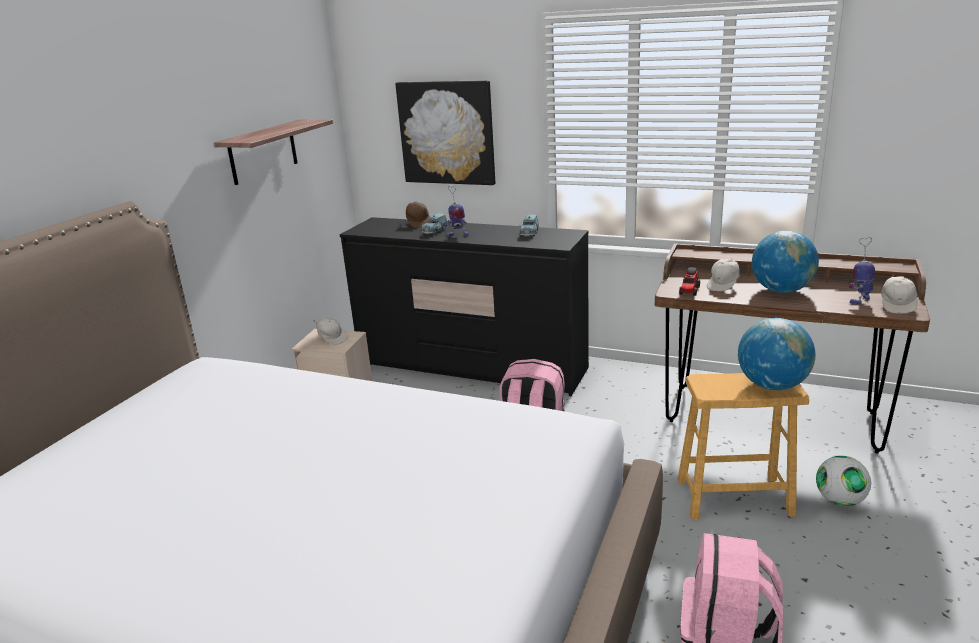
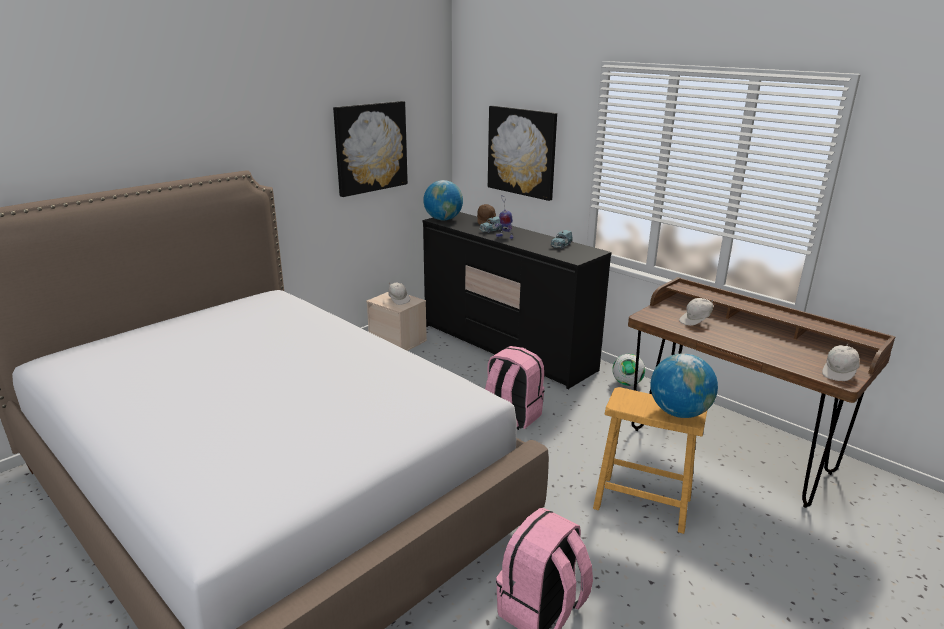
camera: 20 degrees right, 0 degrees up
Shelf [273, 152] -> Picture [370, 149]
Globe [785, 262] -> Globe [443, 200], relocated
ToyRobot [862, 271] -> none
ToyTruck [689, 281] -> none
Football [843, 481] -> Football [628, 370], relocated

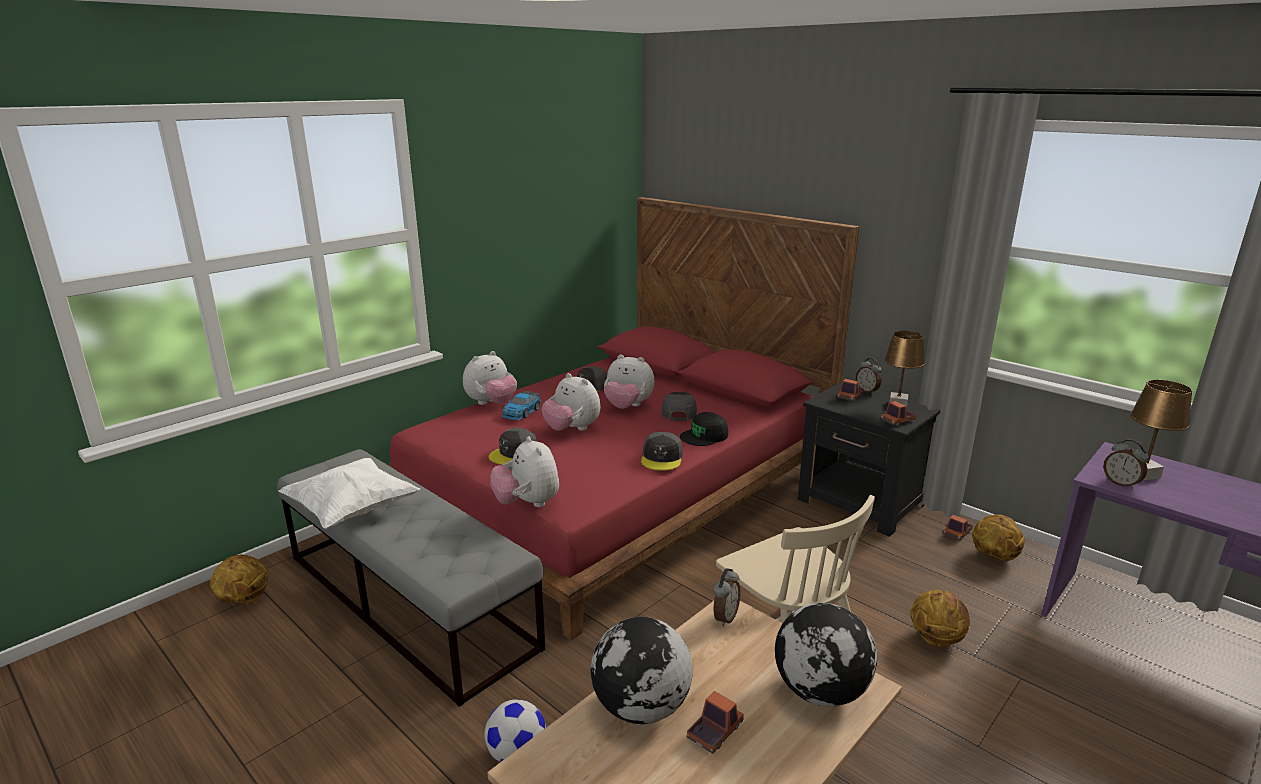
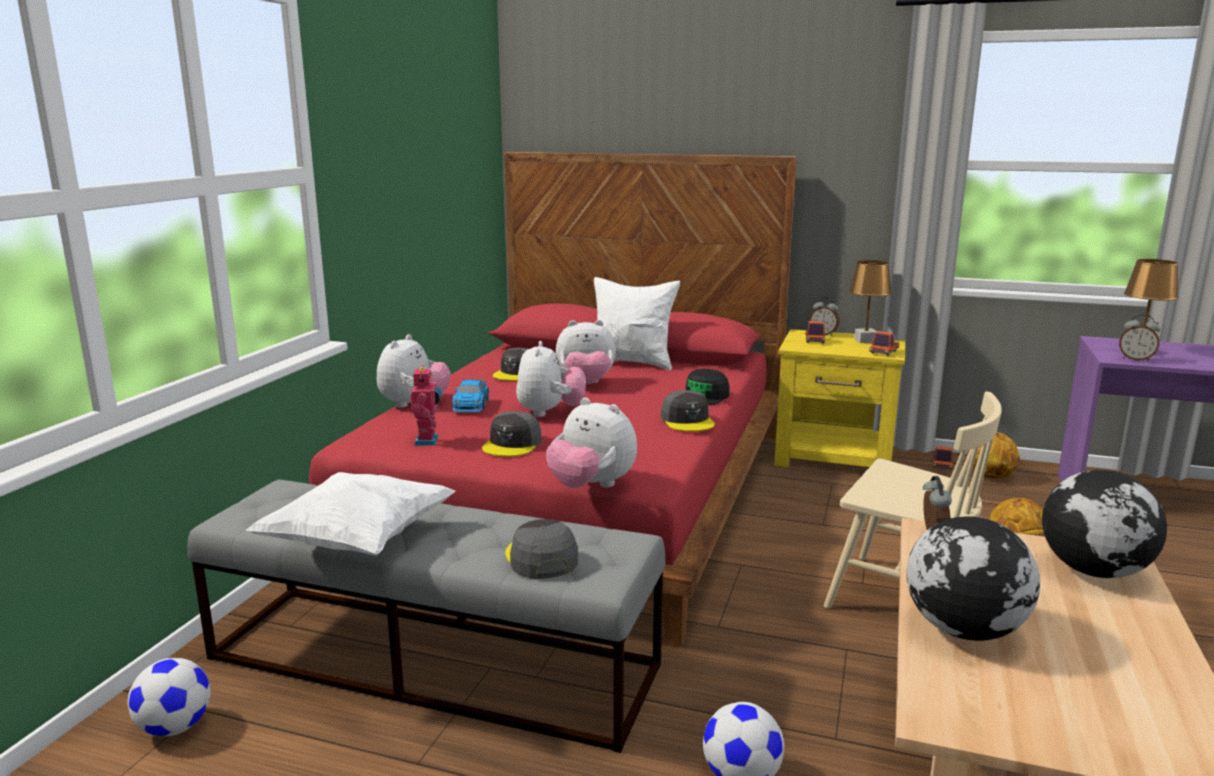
camera: 25 degrees left, 5 degrees down
PlushToy [571, 402] -> PlushToy [551, 379], 105 degrees counterclockwise
BlackNightstand [869, 459] -> YellowNightstand [840, 398]
GreyCap [679, 406] -> GreyCap [541, 549], relocated
Basketball [239, 579] -> Football [169, 697]
ToyTruck [715, 722] -> none
none -> WhitePillow [637, 323]
none -> ToyRobot [426, 406]

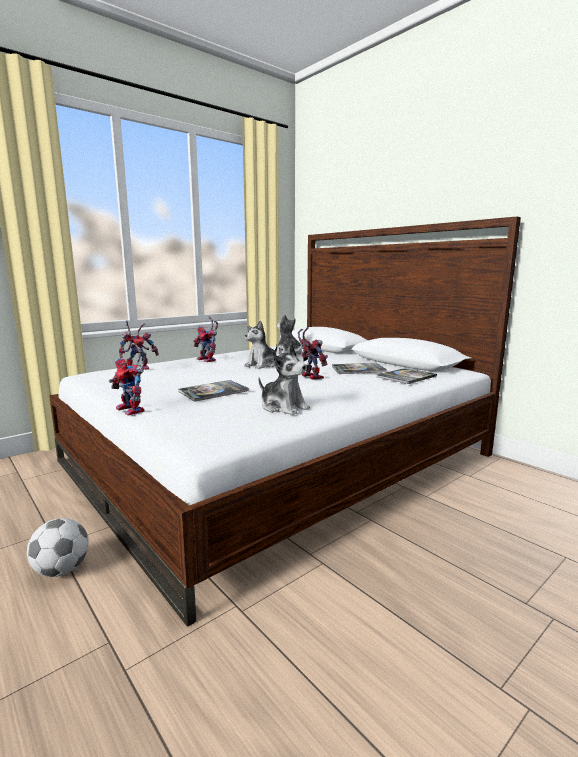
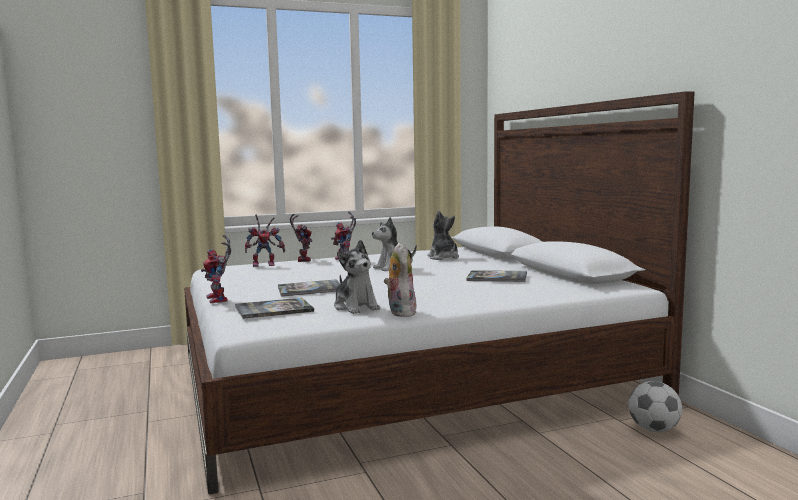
camera: 20 degrees right, 5 degrees down
ToyRobot [313, 353] -> ToyRobot [301, 238], relocated
Book [407, 376] -> Book [274, 308], relocated
Football [58, 547] -> Football [655, 406], relocated
none -> PlushToy [400, 280]

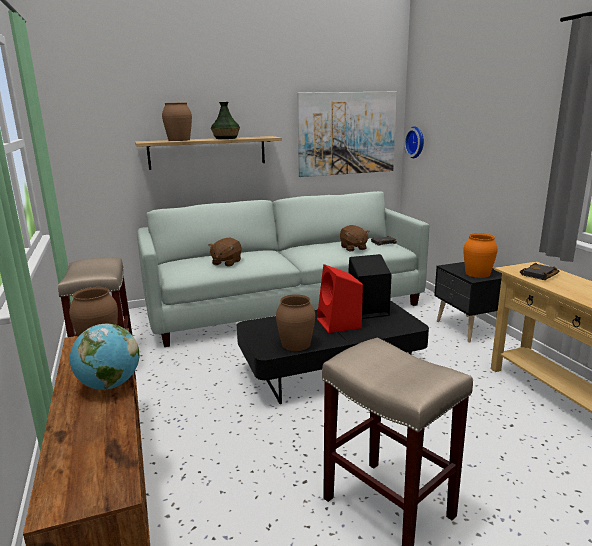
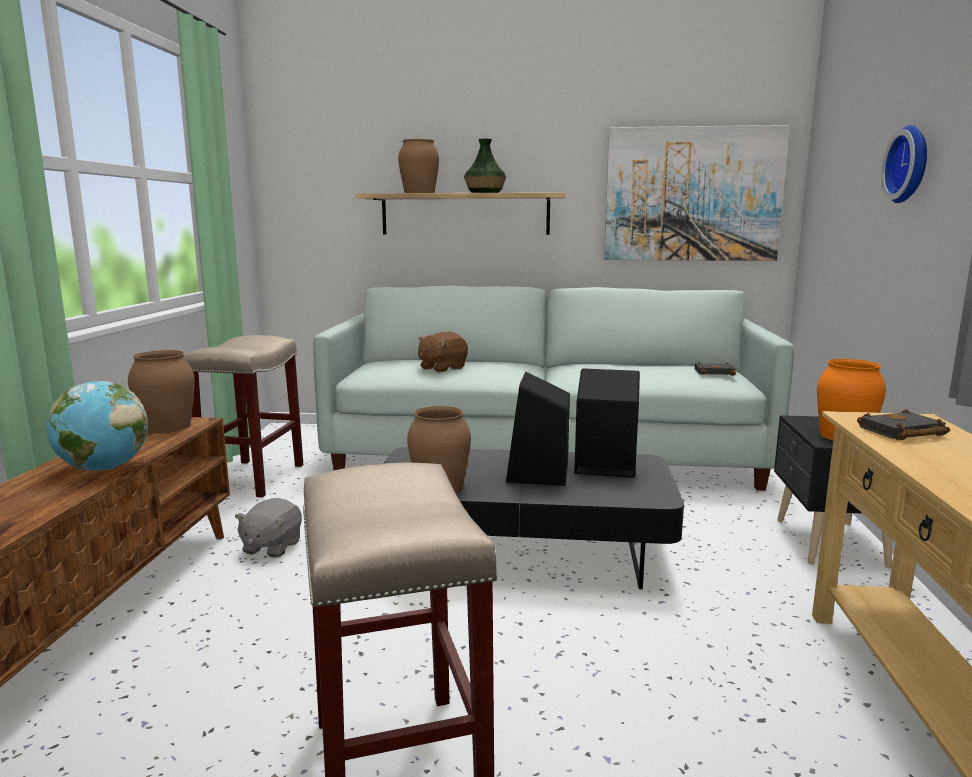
camera: 25 degrees right, 5 degrees down
WallClock [414, 142] -> WallClock [904, 164], relocated
BrownPlushToy [355, 238] -> none
RedSpeaker [340, 298] -> BlackSpeaker [538, 429]
none -> GreyPlushToy [268, 528]

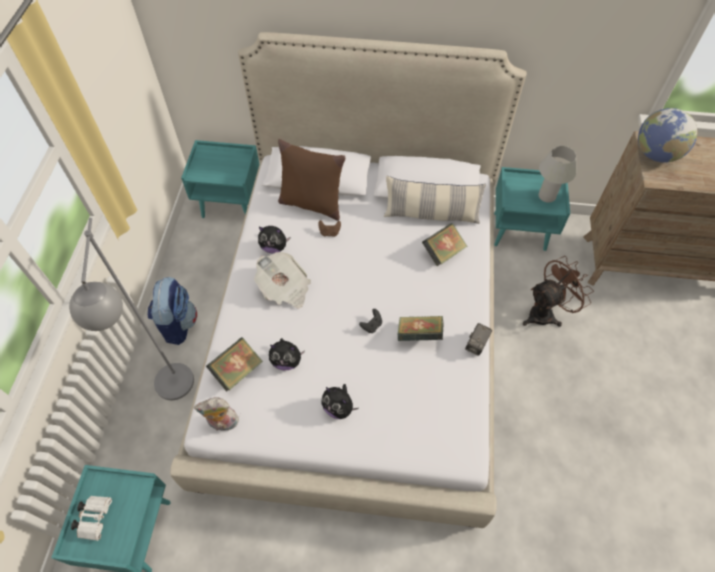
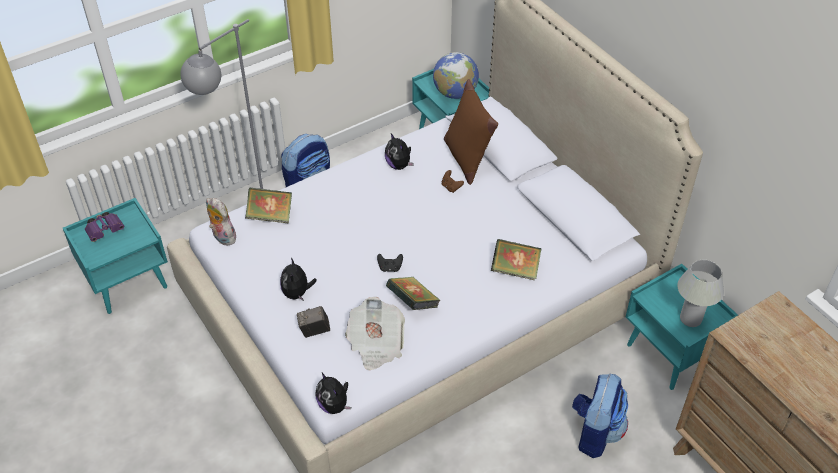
camera: 50 degrees right, 10 degrees down
Globe [668, 135] -> Globe [456, 75], relocated
Pillow [435, 200] -> none
Newspaper [282, 280] -> Newspaper [375, 334], relocated
BrownFan [558, 291] -> Backpack [600, 415]
PhotoCamera [478, 339] -> PhotoCamera [313, 322], relocated
PlushToy [287, 354] -> PlushToy [333, 393], relocated
WhiteBinoculars [91, 518] -> PurpleBinoculars [105, 227]

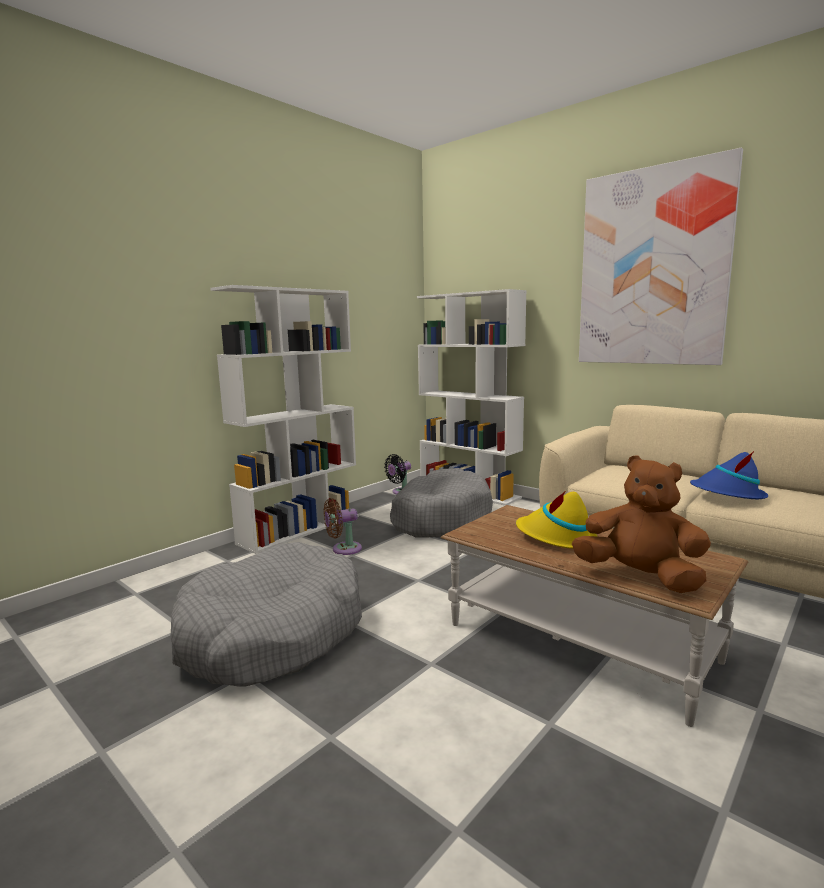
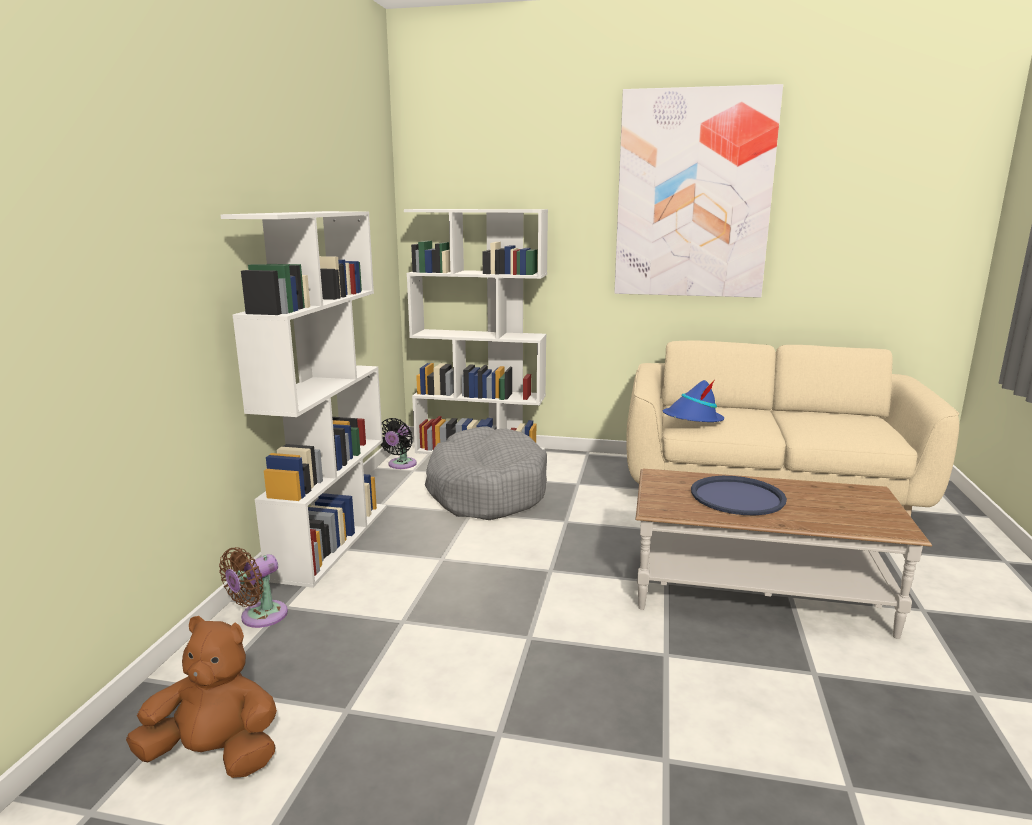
camera: 30 degrees left, 5 degrees up
BlueHat [729, 475] -> BlueHat [693, 400], relocated
BrownPlushToy [641, 524] -> BrownPlushToy [201, 697], relocated
YellowHat [557, 520] -> BlueTray [739, 495]
BrownFan [343, 526] -> BrownFan [253, 587], relocated
GreyDogBed [266, 614] -> none

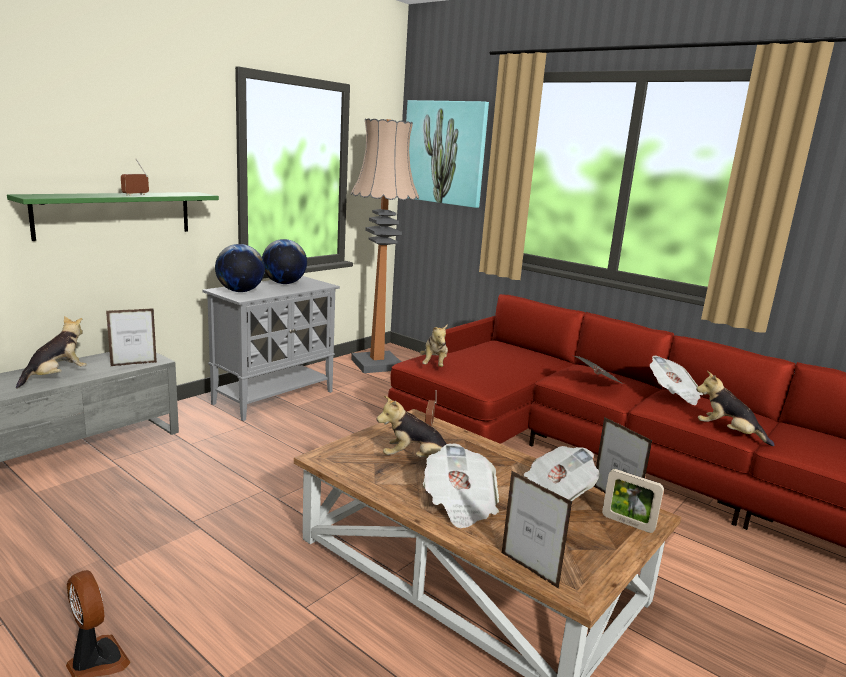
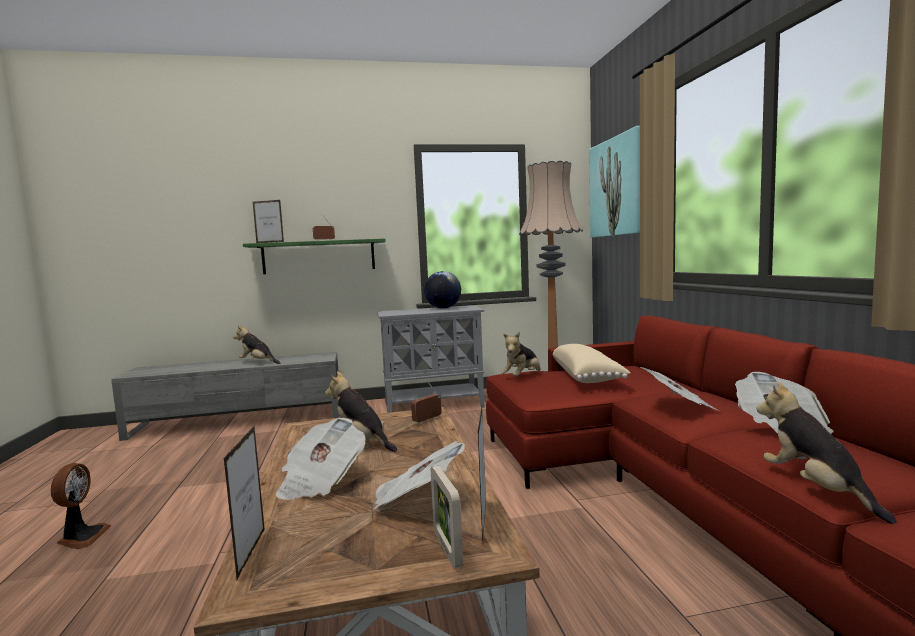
camera: 40 degrees right, 10 degrees down
Globe [240, 268] -> none
PictureFrame [131, 337] -> PictureFrame [268, 221], relocated
PlushToy [51, 352] -> PlushToy [256, 344], 135 degrees counterclockwise
none -> BeigePillow [592, 363]

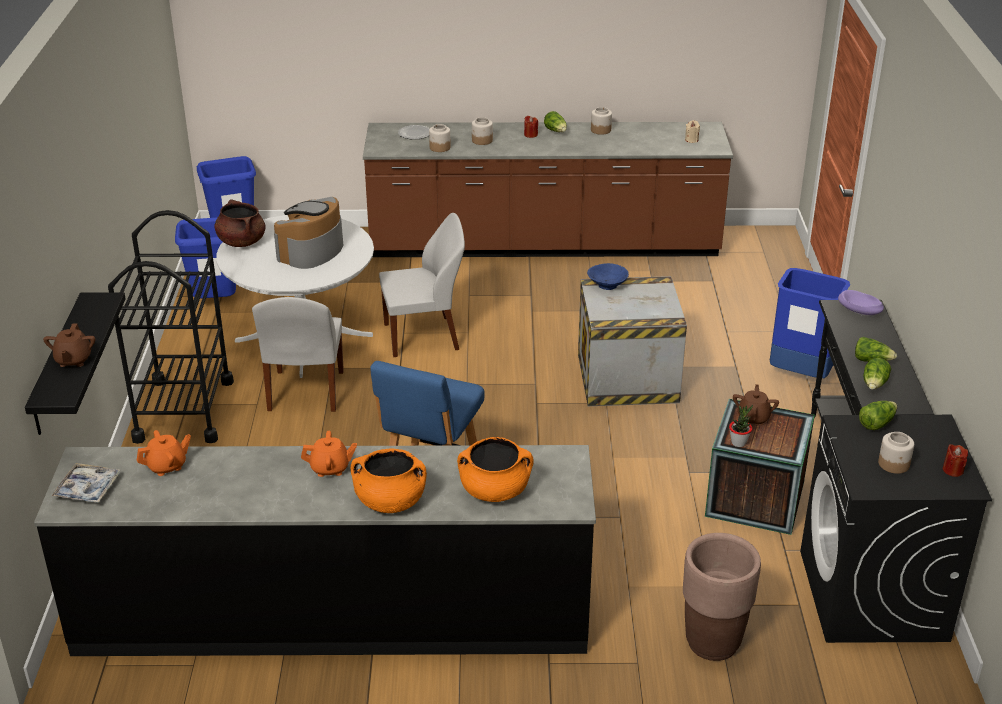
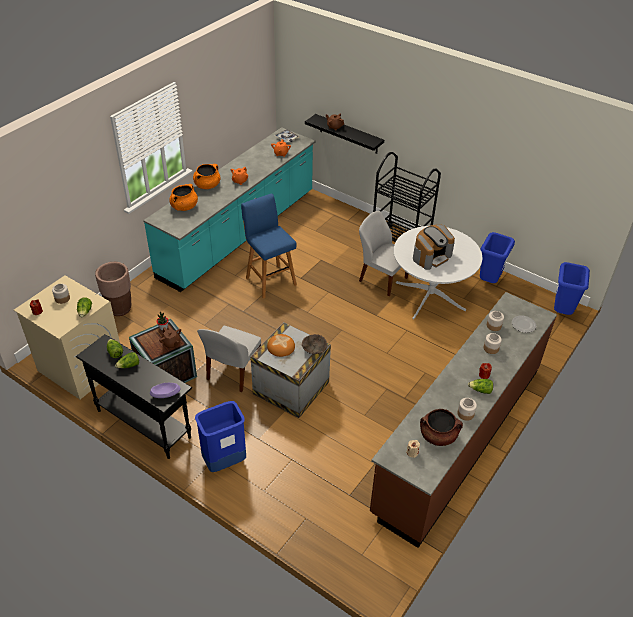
camera: 125 degrees right, 10 degrees up
CoffeeMachine [308, 233] -> CoffeeMachine [434, 247], 75 degrees clockwise
BrownCookingPot [240, 223] -> BrownCookingPot [441, 427], relocated
WhiteChair [422, 285] -> WhiteChair [229, 359], relocated
BlueBowl [608, 276] -> BrownBowl [314, 344]
BlackWashingMachine [896, 529] -> BeigeWashingMachine [67, 337]
BlackCounter [315, 550] -> TurquoiseCounter [229, 209]
none -> Bread [281, 345]

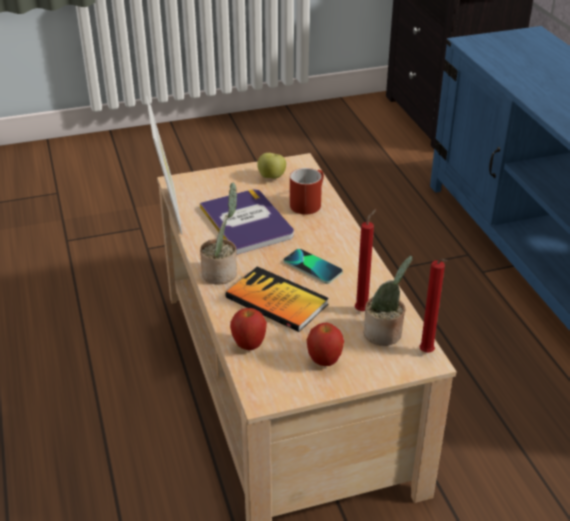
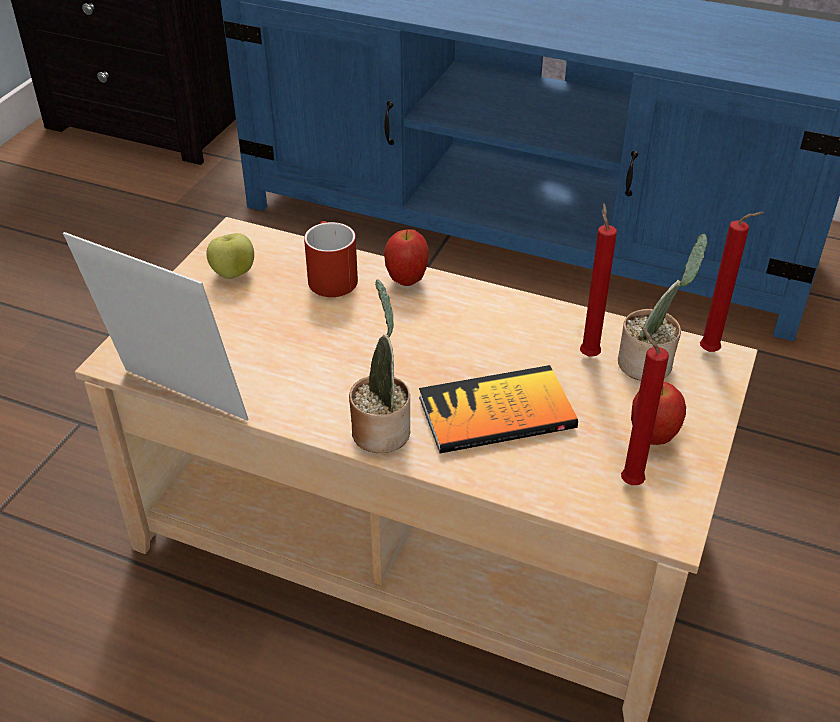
camera: 50 degrees left, 5 degrees up
Book [247, 222] -> none
Phone [313, 266] -> none
Apple [248, 329] -> Apple [406, 257], relocated
none -> RedCandle [645, 406]

